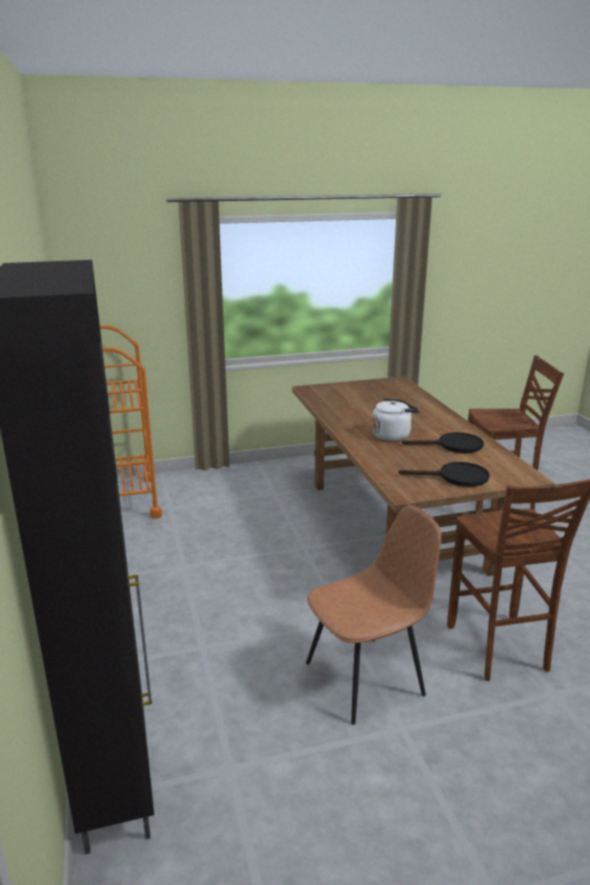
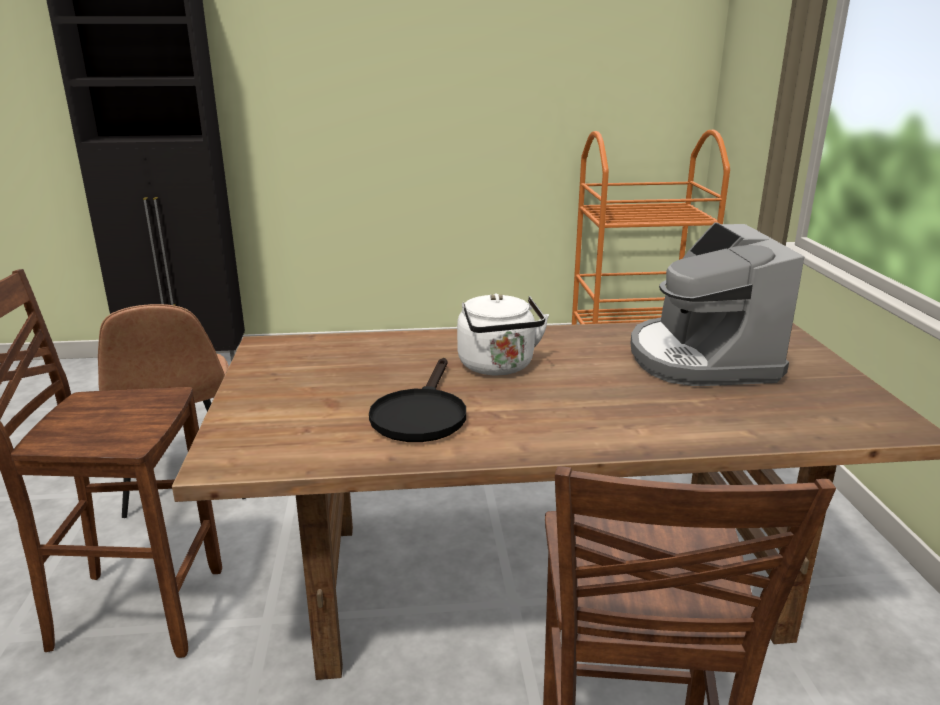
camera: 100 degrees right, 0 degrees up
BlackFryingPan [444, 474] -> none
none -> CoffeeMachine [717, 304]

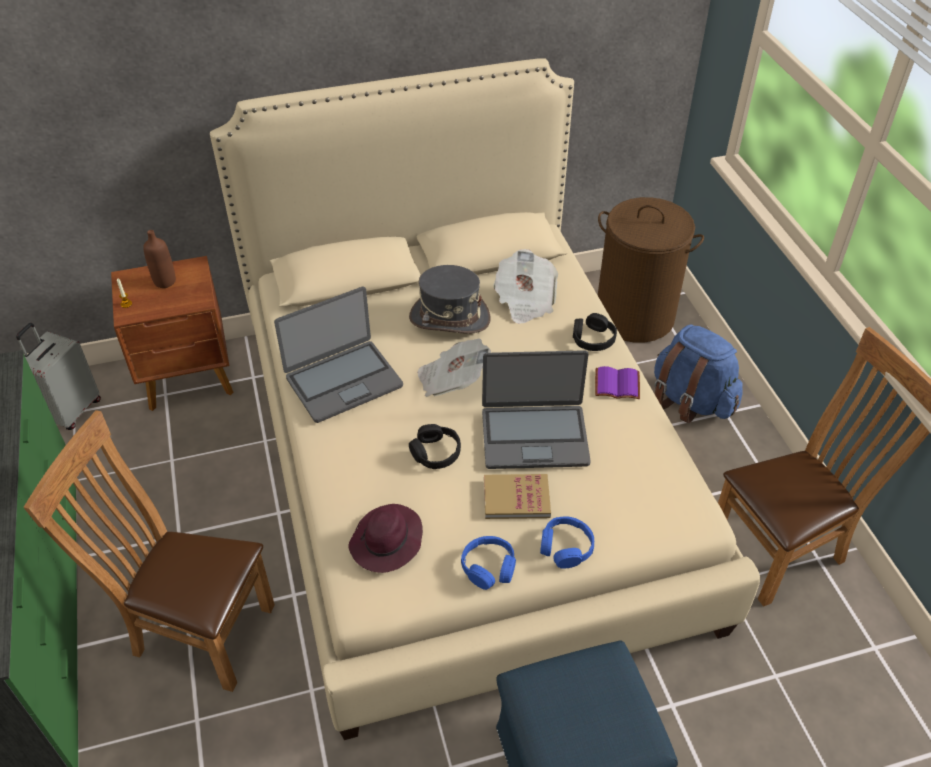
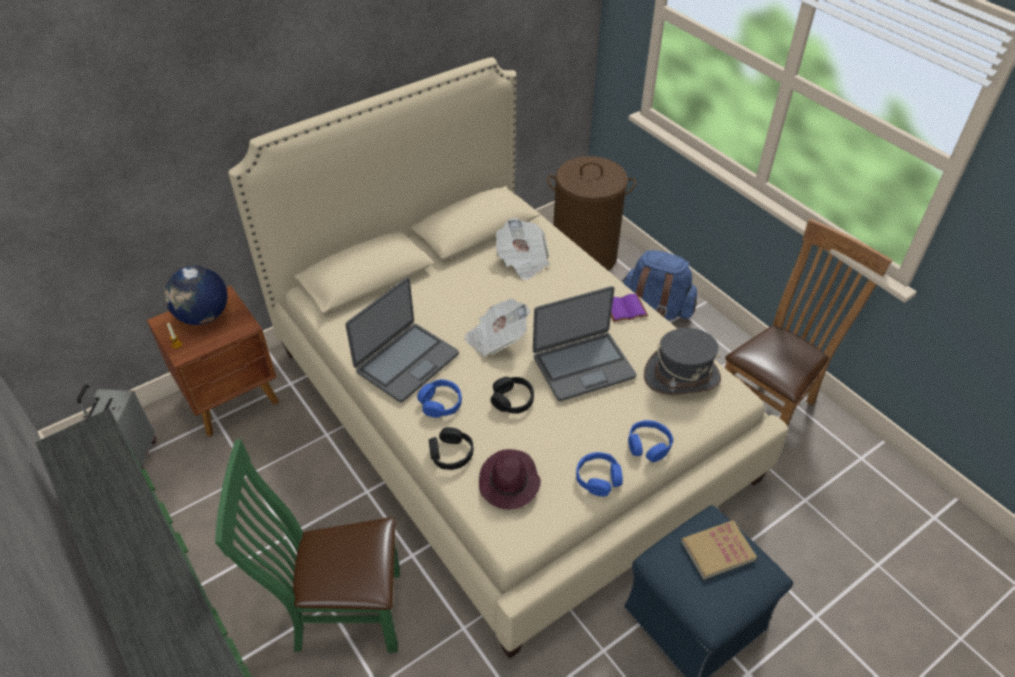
camera: 20 degrees left, 0 degrees up
BrownBottle [159, 259] -> Globe [196, 295]
GreyHat [450, 299] -> GreyHat [682, 361], relocated
BlackHeadphones [595, 332] -> BlackHeadphones [451, 448], relocated
BrownChair [149, 551] -> GreenChair [307, 546]
Book [517, 496] -> Book [719, 550], relocated
none -> BlueHeadphones [439, 398]

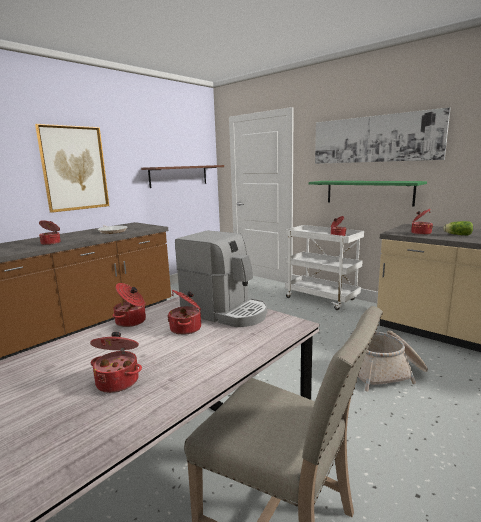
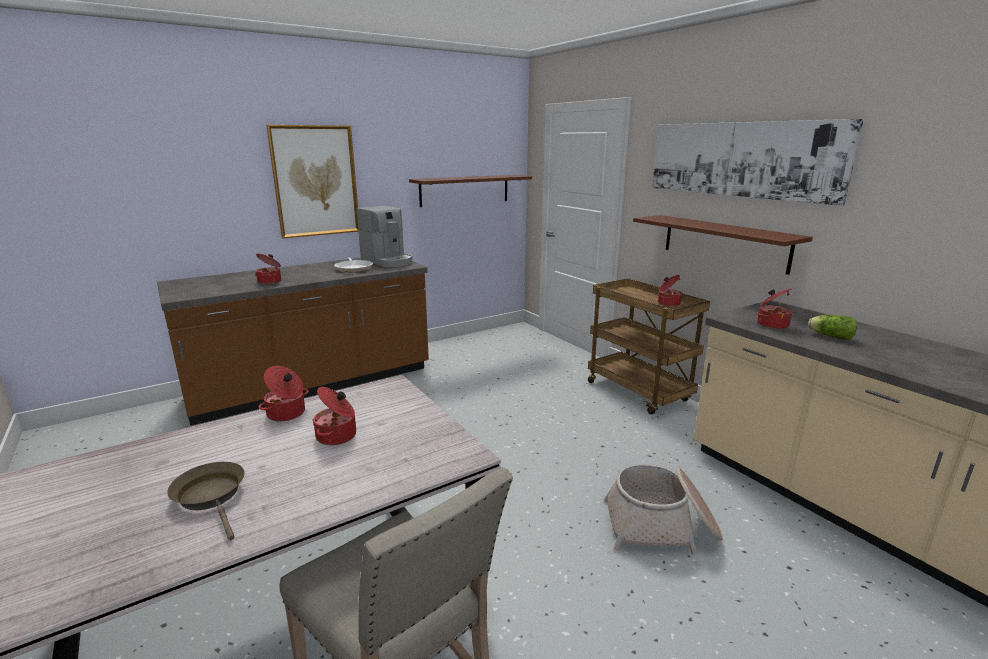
camera: 15 degrees right, 5 degrees up
GreenShelf [368, 194] -> BrownShelf [723, 245]
WhiteCart [324, 267] -> BrownCart [649, 346]
CoffeeMachine [221, 279] -> CoffeeMachine [385, 236], relocated
CookingPot [116, 362] -> BrownFryingPan [206, 501]

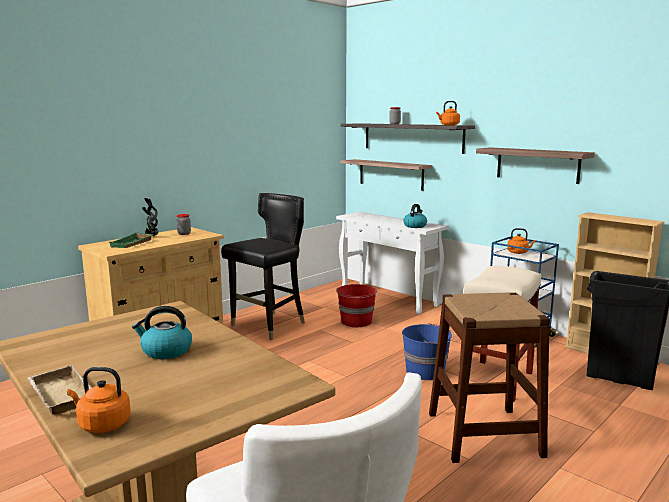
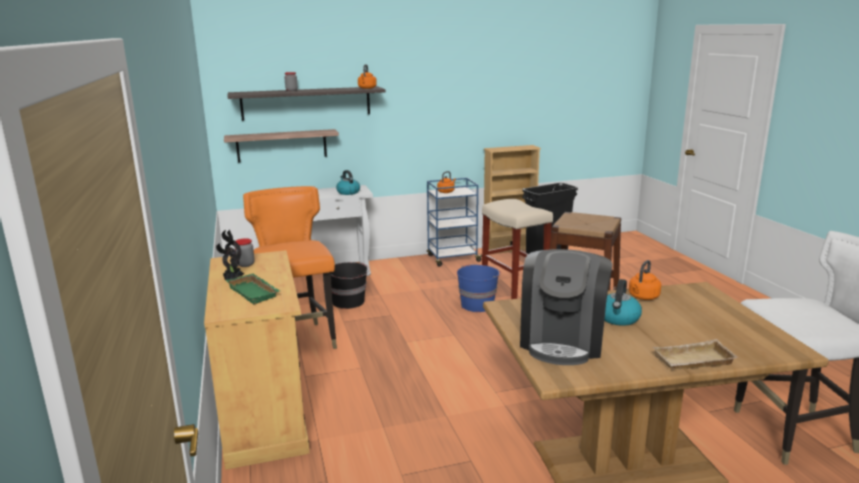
camera: 60 degrees left, 5 degrees up
Shelf [535, 165] -> none
BlackChair [263, 266] -> OrangeChair [290, 267]
RedBucket [356, 305] -> BlackBucket [350, 285]
OrangeKettle [99, 400] -> OrangeKettle [645, 280], relocated
none -> CoffeeMachine [566, 307]

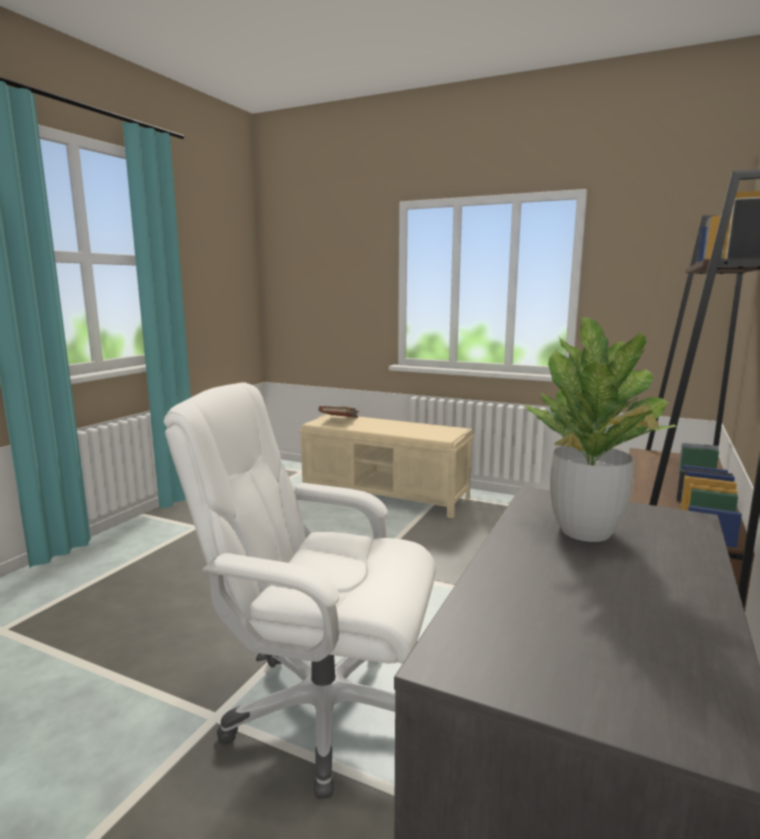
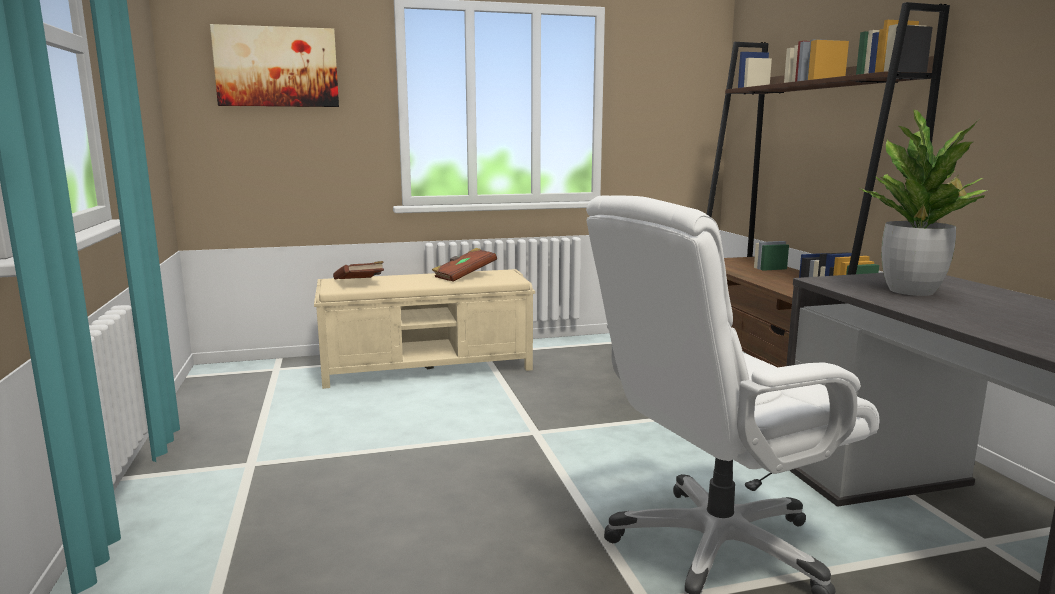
camera: 40 degrees left, 0 degrees up
none -> Picture [274, 65]
none -> BrownBook [464, 265]

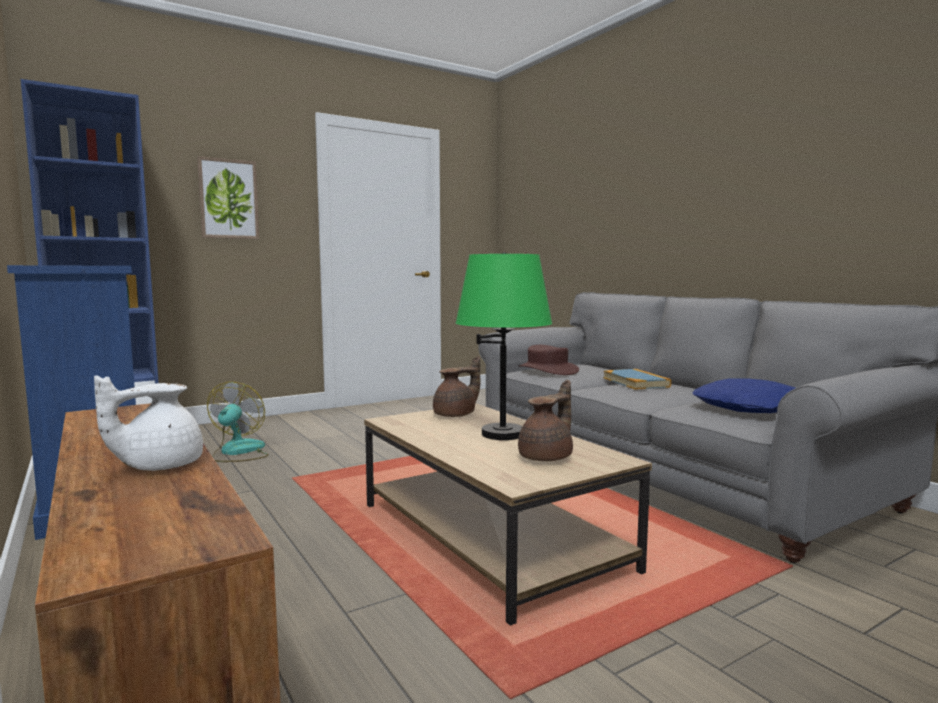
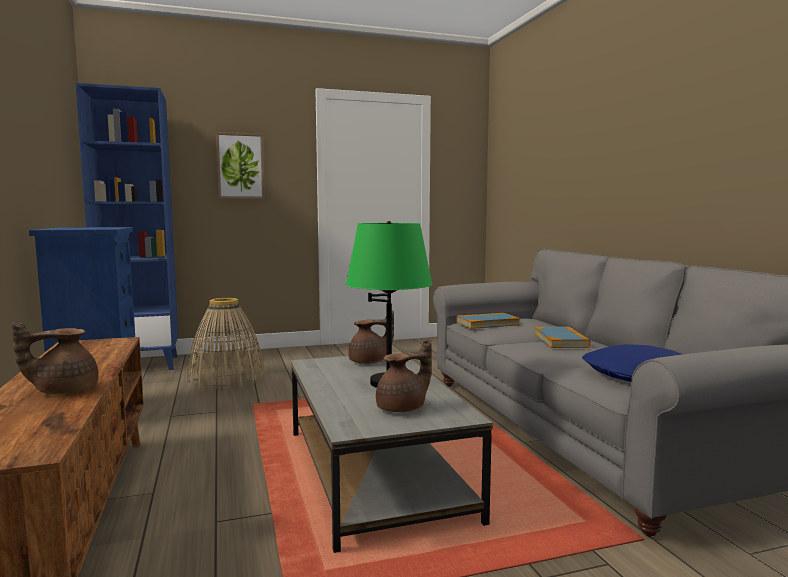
camera: 15 degrees right, 0 degrees up
BrownHat [549, 360] -> Book [488, 321]
WhiteTeapot [148, 423] -> BrownTeapot [55, 358]
Fan [238, 422] -> Basket [226, 344]
BrownCoffeeTable [508, 515] -> GreyCoffeeTable [392, 452]

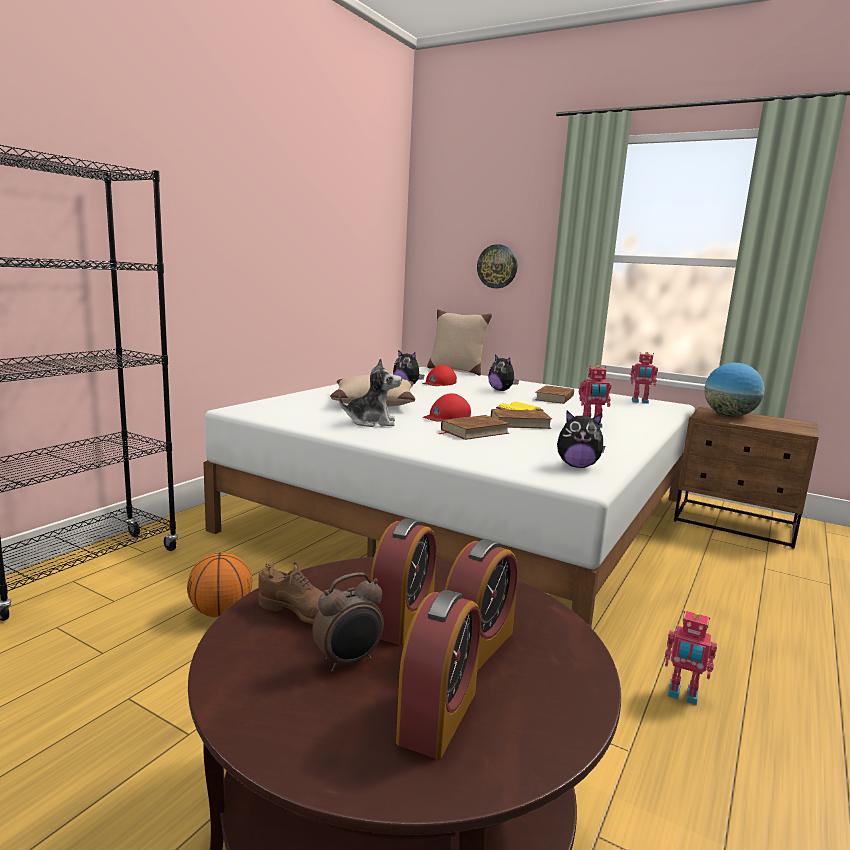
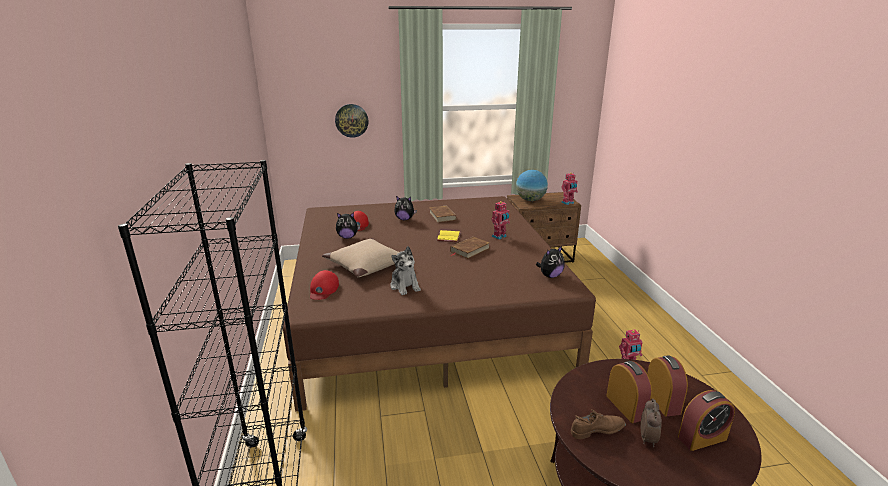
camera: 40 degrees left, 10 degrees up
BeigePillow [459, 342] -> none
ToyRobot [644, 378] -> ToyRobot [569, 189], relocated
PlushToy [370, 392] -> PlushToy [405, 270], 105 degrees clockwise
WhiteBed [449, 497] -> BrownBed [439, 304]
RedCap [447, 407] -> RedCap [324, 285], relocated
BrownBook [474, 427] -> none
Basketball [219, 585] -> none
AlarmClock [438, 674] -> AlarmClock [706, 420], 90 degrees clockwise

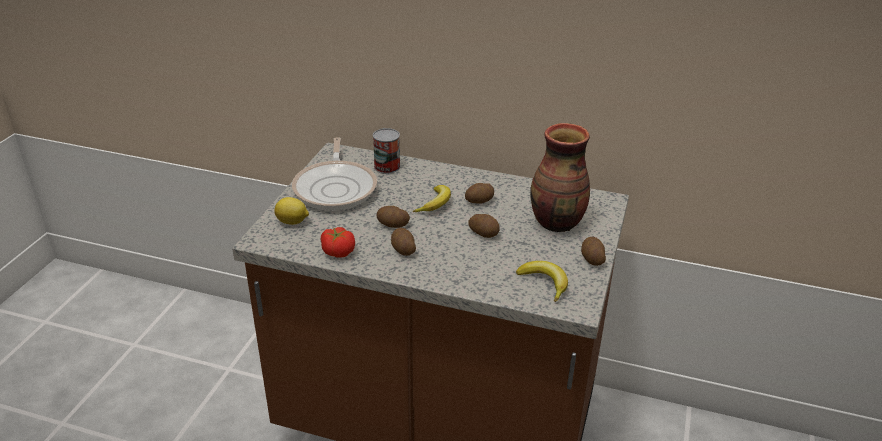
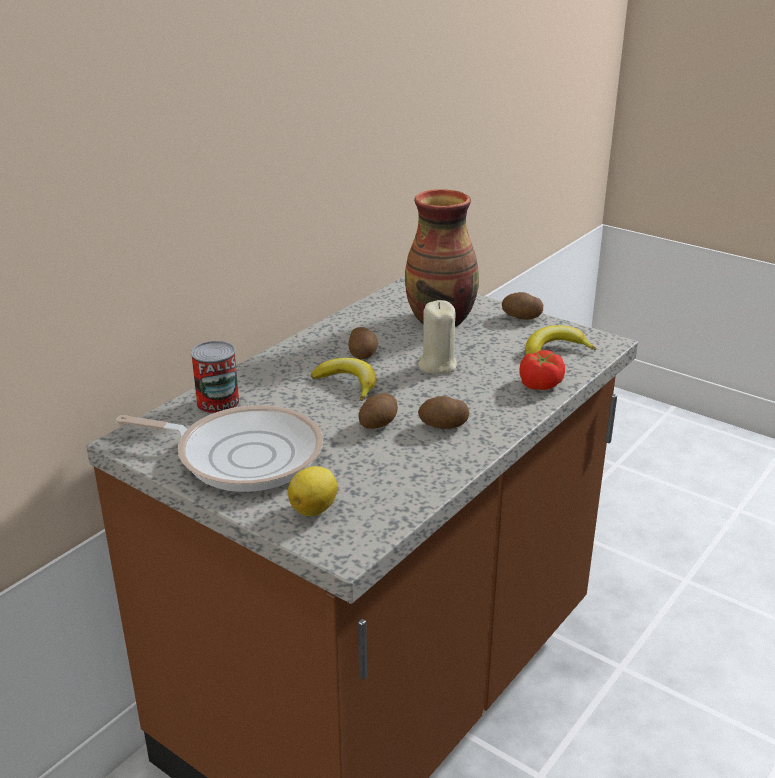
camera: 70 degrees left, 5 degrees down
Potato [483, 226] -> BeigeCandle [437, 337]
Tomato [338, 242] -> Tomato [542, 370], relocated

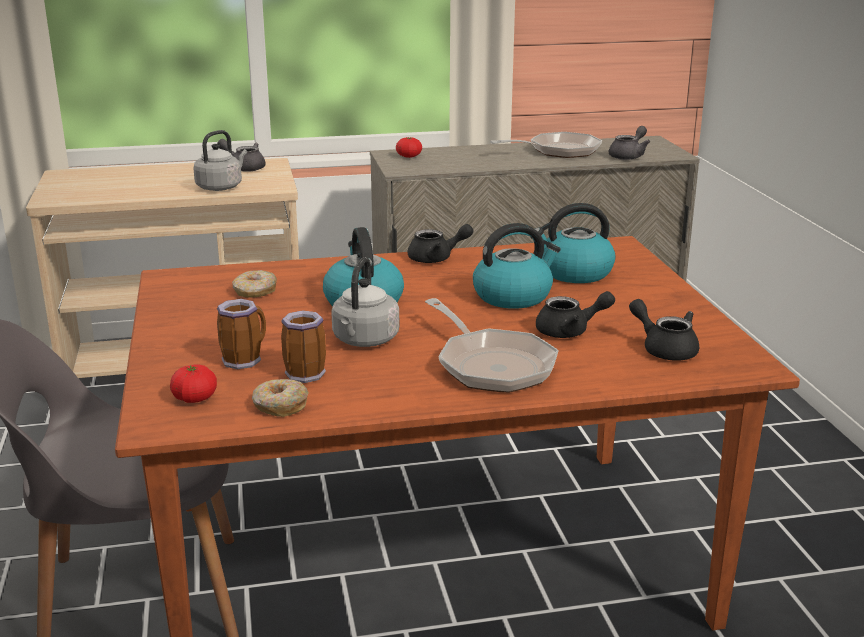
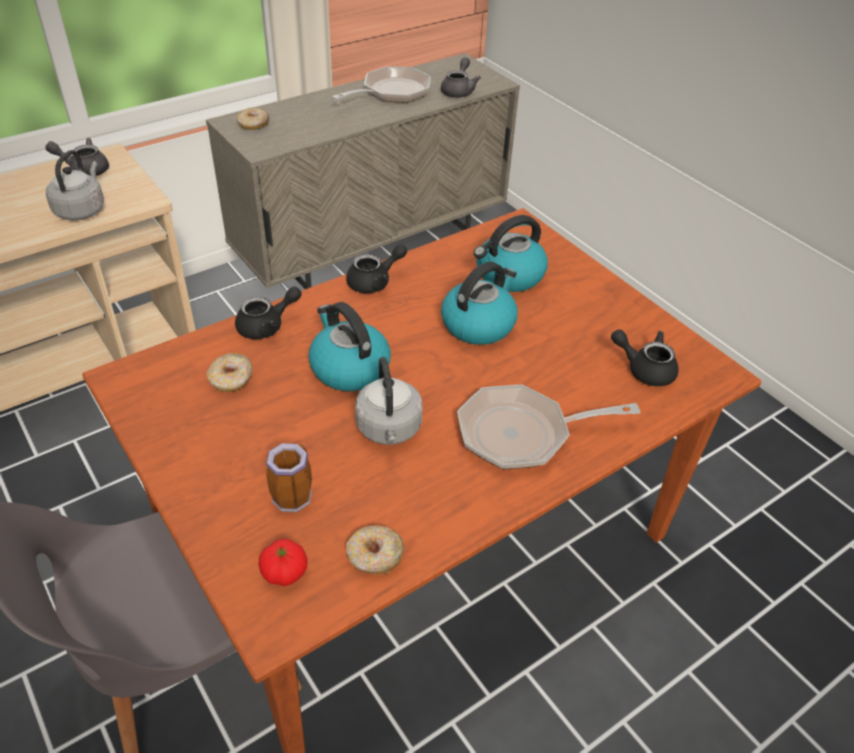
camera: 25 degrees left, 20 degrees up
Tomato [409, 147] -> Donut [253, 118]
BlackTeapot [575, 314] -> BlackTeapot [268, 313], relocated
FryingPan [492, 345] -> FryingPan [548, 427], 135 degrees clockwise
Mug [303, 346] -> none

